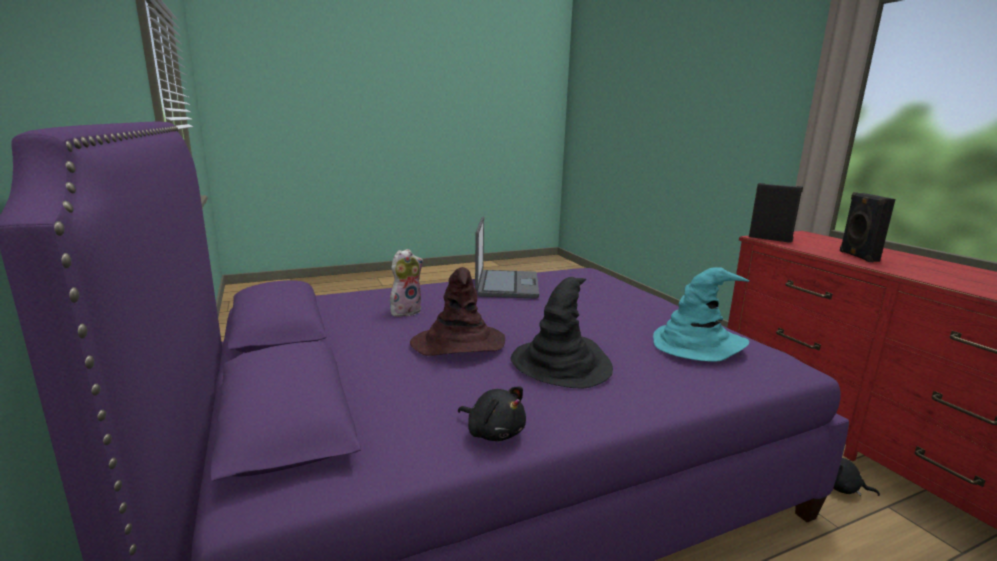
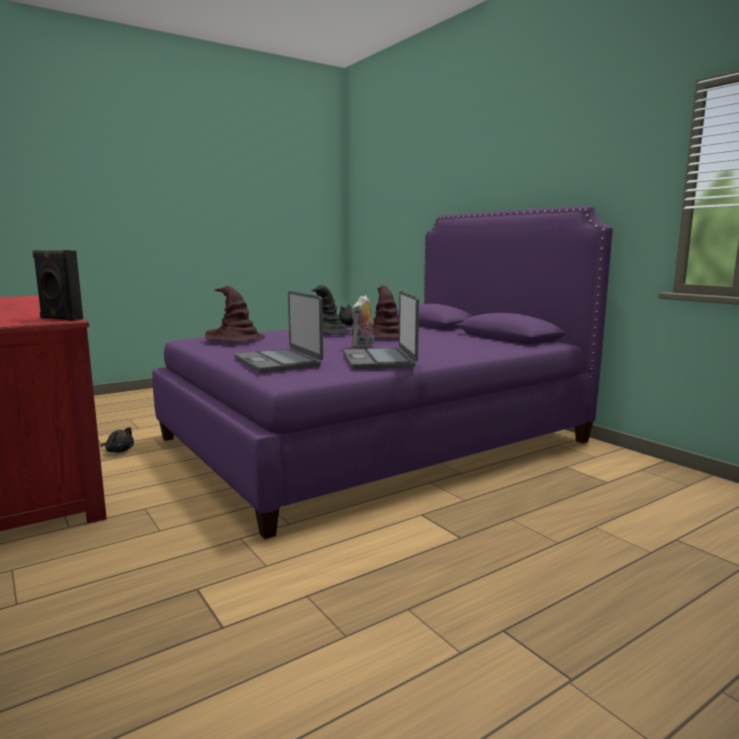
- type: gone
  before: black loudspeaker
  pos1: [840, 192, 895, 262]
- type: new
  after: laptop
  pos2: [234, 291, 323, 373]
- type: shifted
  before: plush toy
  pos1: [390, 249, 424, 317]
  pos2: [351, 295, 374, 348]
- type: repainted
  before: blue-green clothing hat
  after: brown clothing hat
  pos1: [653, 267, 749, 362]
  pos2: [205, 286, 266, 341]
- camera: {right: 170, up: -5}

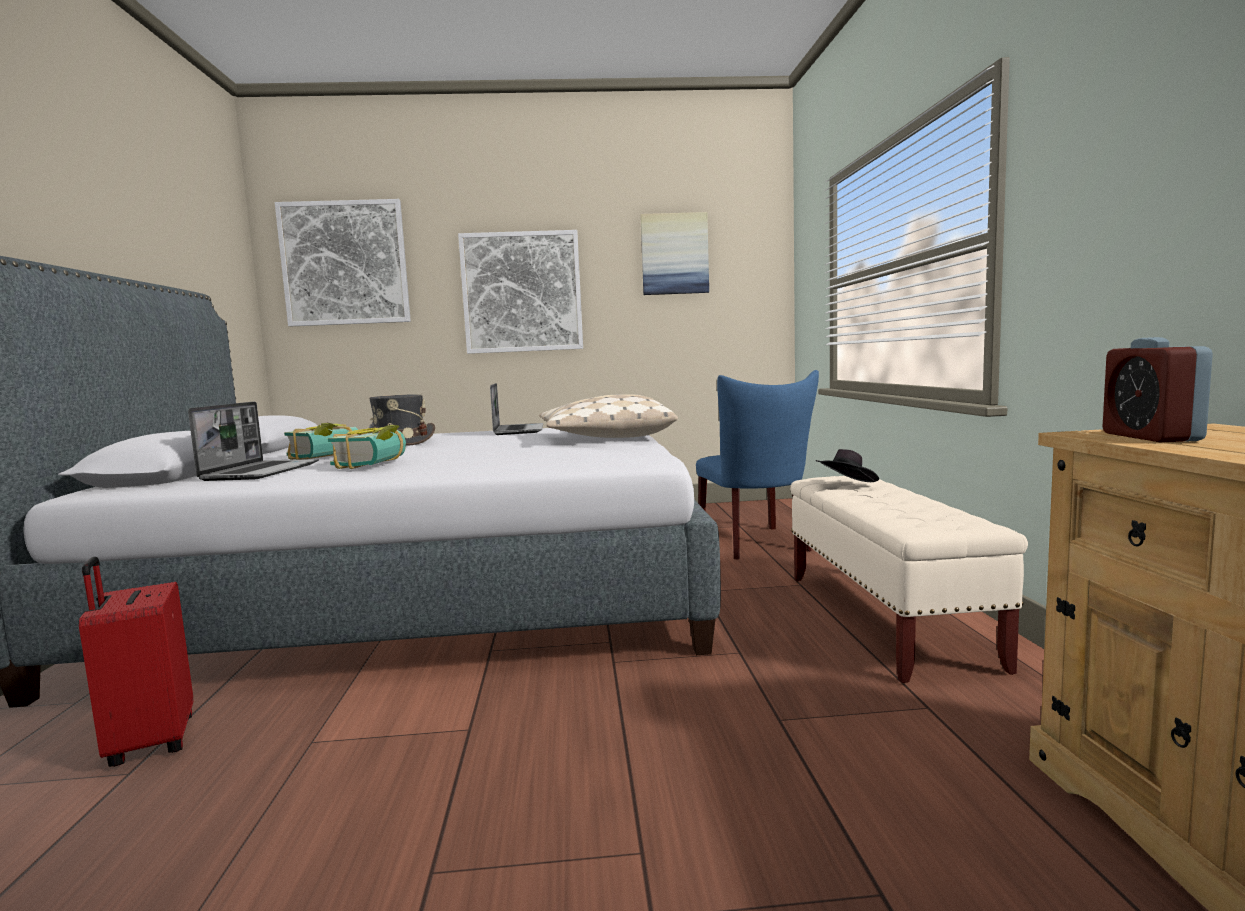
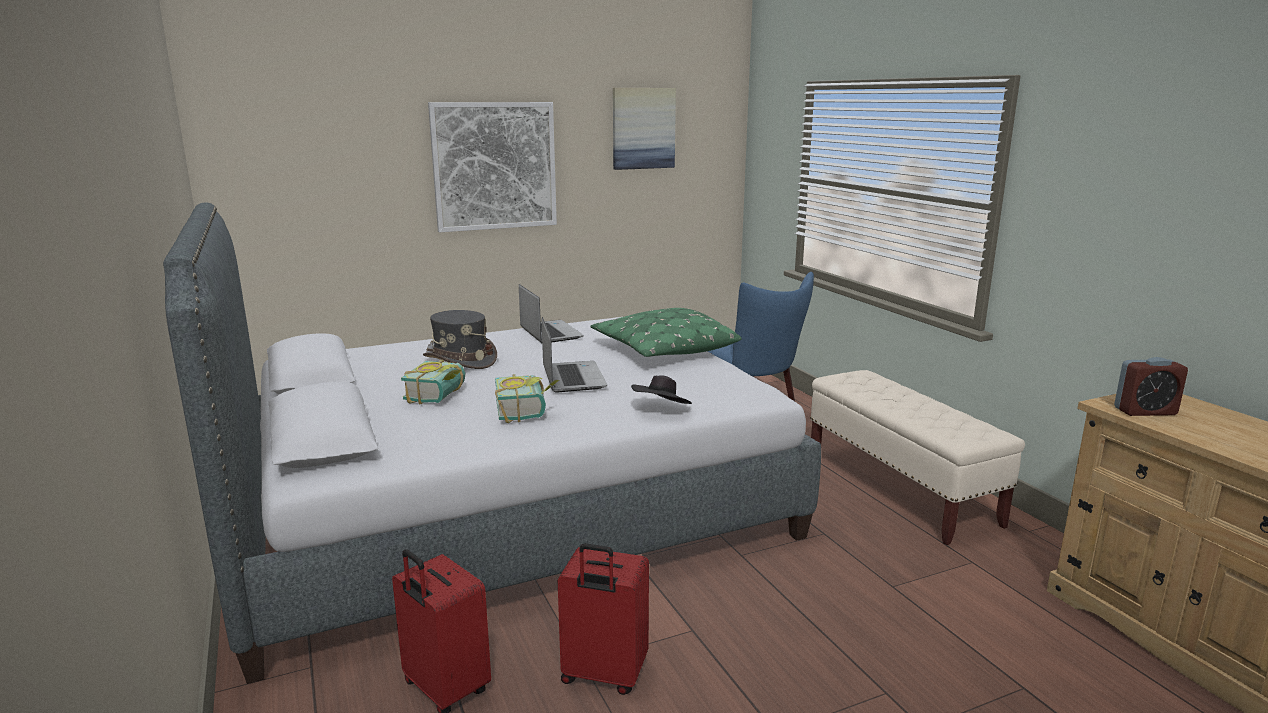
- type: gone
  before: wall picture
  pos1: [275, 199, 411, 326]
- type: new
  after: red suitcase
  pos2: [558, 543, 649, 695]
- type: shifted
  before: laptop
  pos1: [188, 402, 319, 481]
  pos2: [542, 317, 607, 393]
- type: shifted
  before: black clothing hat
  pos1: [815, 449, 879, 482]
  pos2: [631, 375, 692, 404]
- type: repainted
  before: beige throw pillow
  after: green throw pillow
  pos1: [539, 394, 678, 438]
  pos2: [590, 308, 741, 357]
- type: rotated
  before: bedside clock
  pos1: [1103, 337, 1213, 442]
  pos2: [1114, 357, 1188, 416]
  turn: -75
- camera: {right: -20, up: 10}

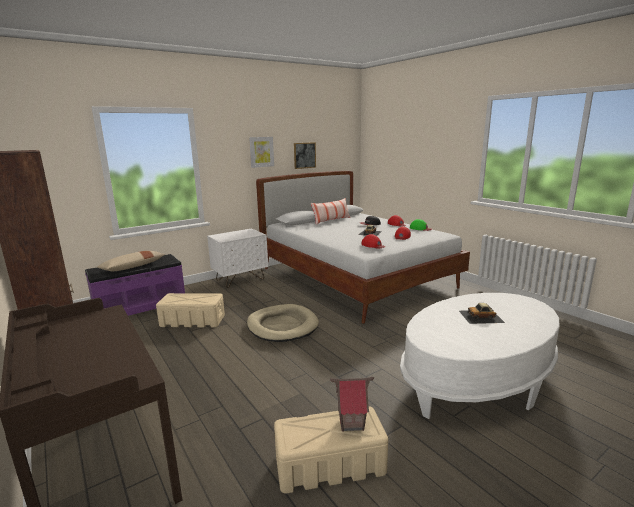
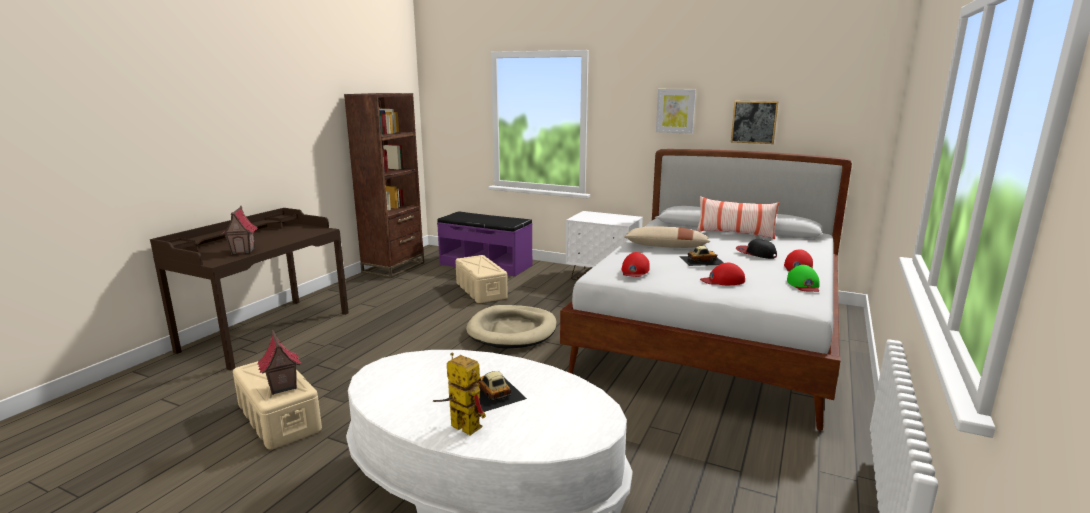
- type: new
  after: model house
  pos2: [222, 206, 258, 254]
- type: new
  after: toy robot
  pos2: [433, 352, 486, 435]
- type: shifted
  before: beige throw pillow
  pos1: [97, 251, 165, 271]
  pos2: [624, 226, 710, 248]
- camera: {right: 60, up: 0}

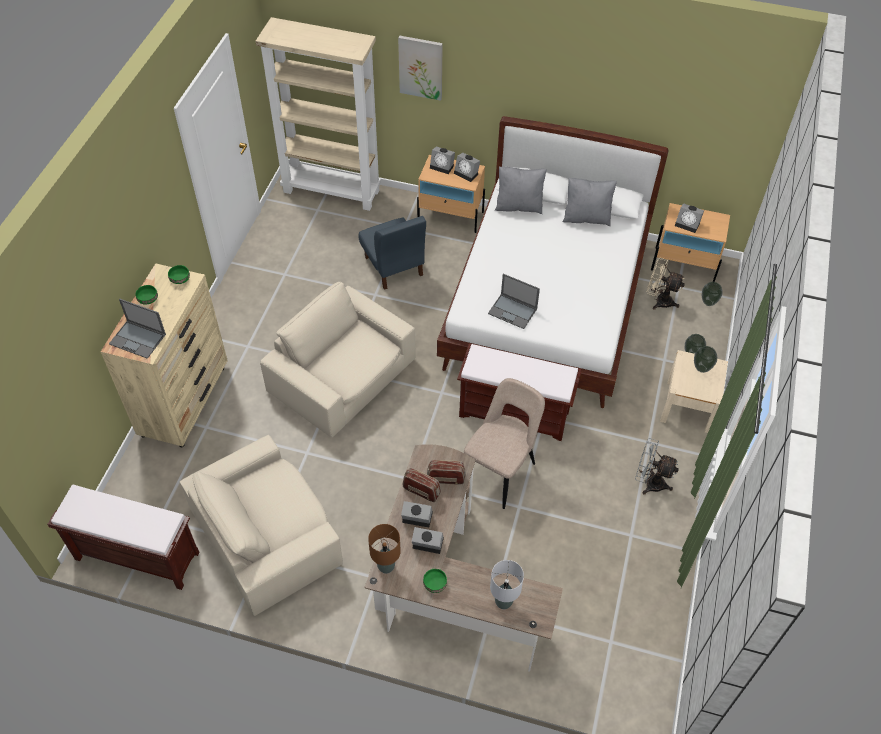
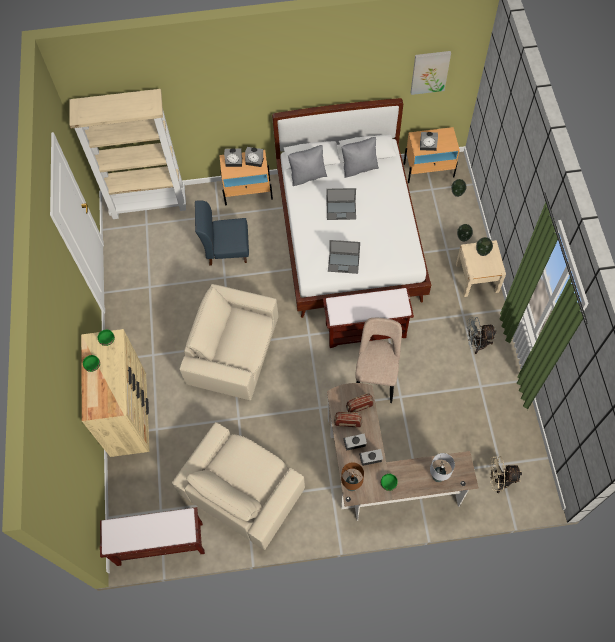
- type: shifted
  before: laptop
  pos1: [109, 299, 166, 359]
  pos2: [326, 188, 356, 220]
- type: shifted
  before: wall picture
  pos1: [398, 35, 443, 101]
  pos2: [411, 51, 451, 95]
- type: shifted
  before: beige fan
  pos1: [647, 258, 685, 310]
  pos2: [489, 456, 522, 493]
- type: rotated
  before: bluish chair
  pos1: [359, 216, 426, 290]
  pos2: [195, 200, 249, 266]
  turn: 135
- camera: {right: -20, up: 10}

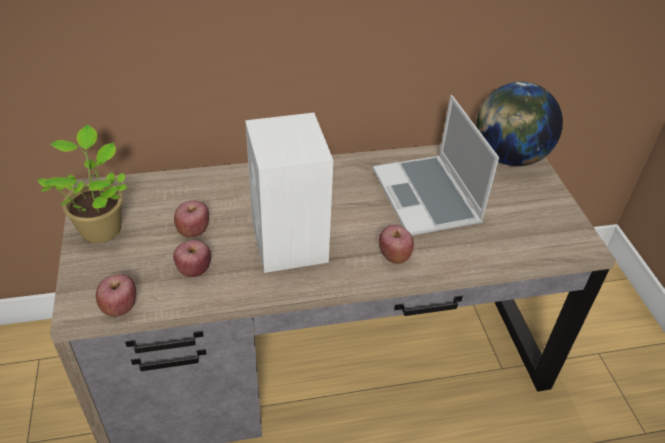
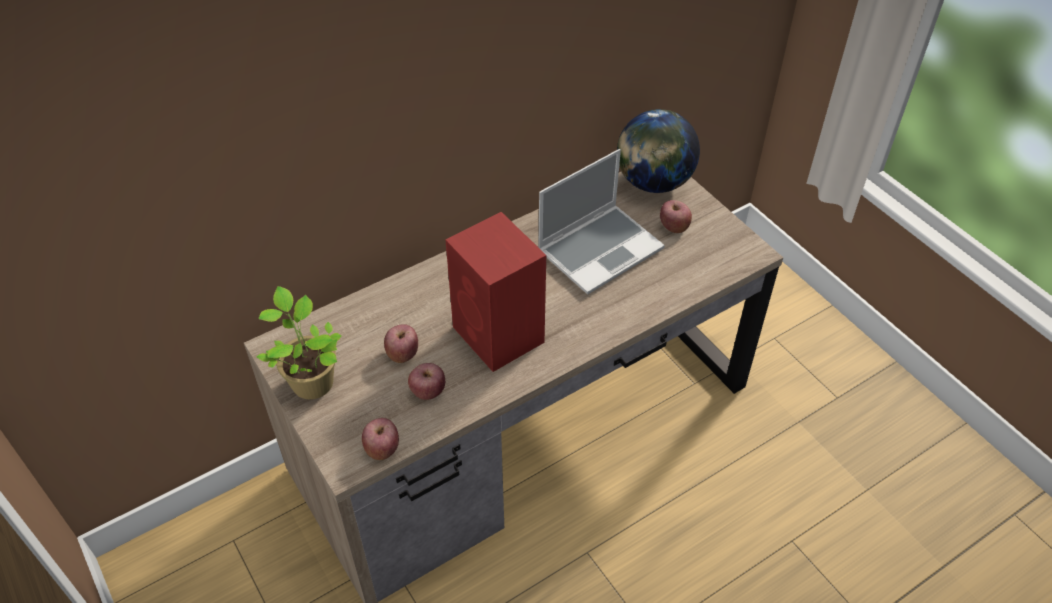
- type: shifted
  before: apple fruit
  pos1: [379, 225, 414, 264]
  pos2: [660, 200, 692, 233]
- type: repainted
  before: white loudspeaker
  after: red loudspeaker
  pos1: [245, 113, 333, 273]
  pos2: [446, 212, 546, 372]
- type: rotated
  before: laptop
  pos1: [373, 95, 499, 236]
  pos2: [538, 149, 665, 295]
  turn: -90
- camera: {right: -20, up: 5}

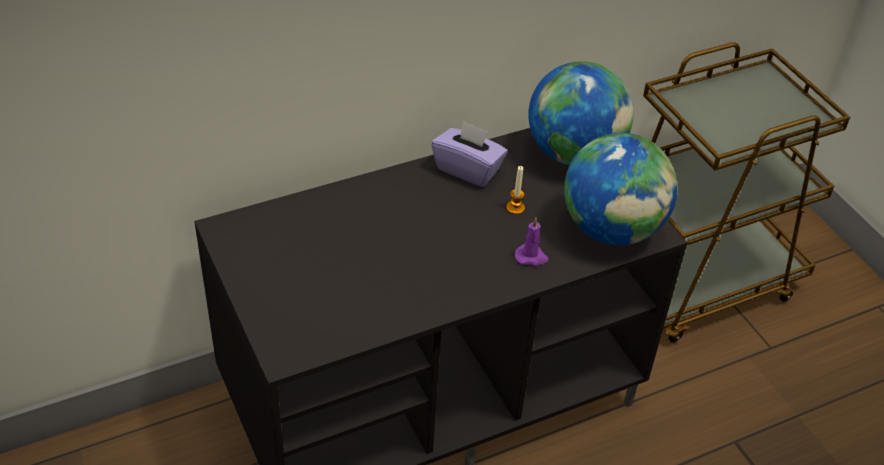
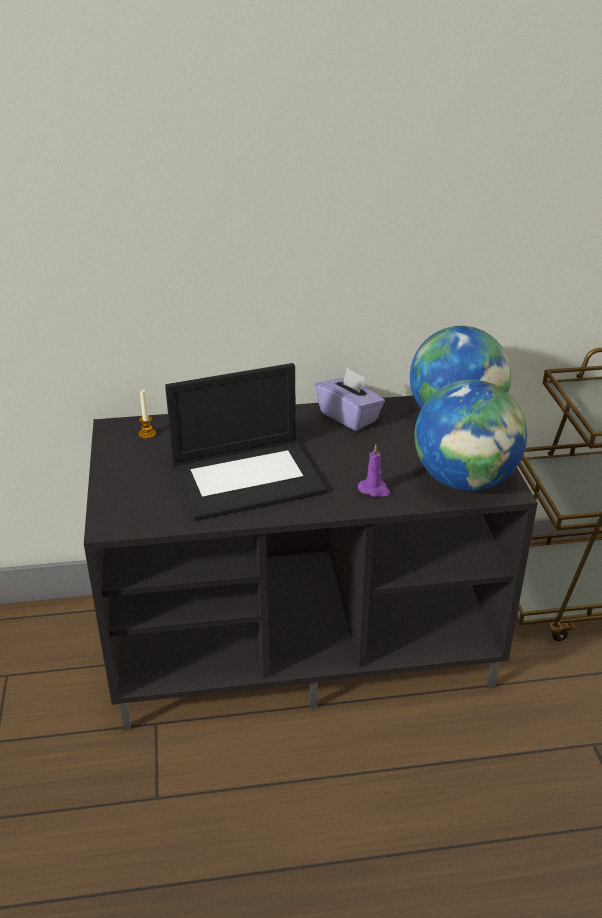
- type: new
  after: laptop
  pos2: [165, 363, 326, 521]
- type: shifted
  before: wax candle
  pos1: [506, 166, 525, 214]
  pos2: [139, 389, 156, 439]
- camera: {right: 20, up: -10}

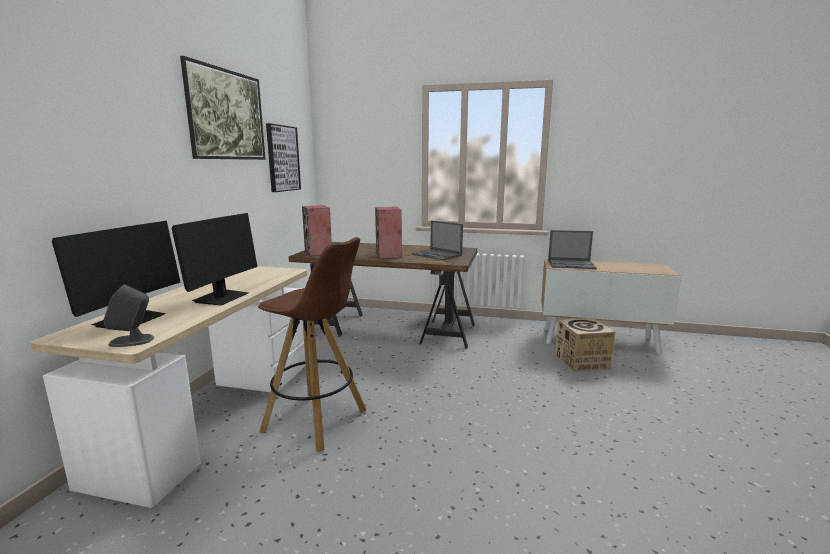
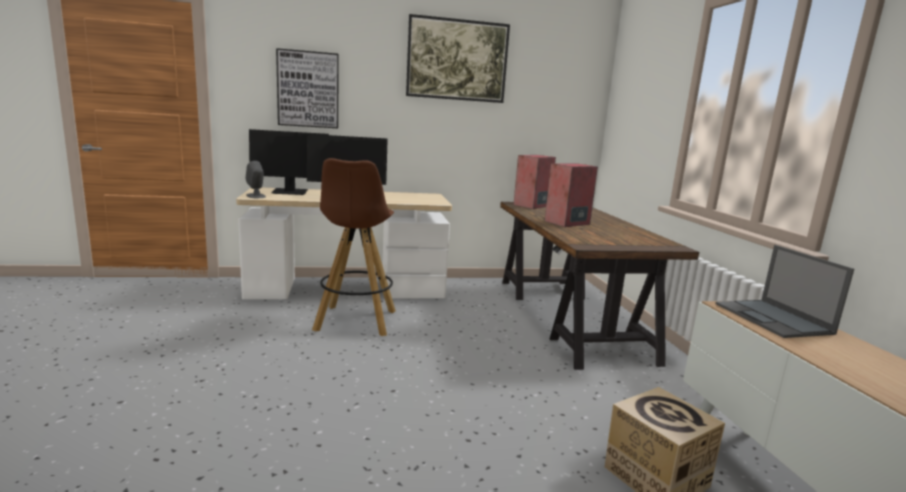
- type: gone
  before: laptop
  pos1: [412, 221, 463, 260]
- type: shifted
  before: wall picture
  pos1: [266, 123, 301, 192]
  pos2: [276, 48, 339, 128]
- camera: {right: 65, up: 0}

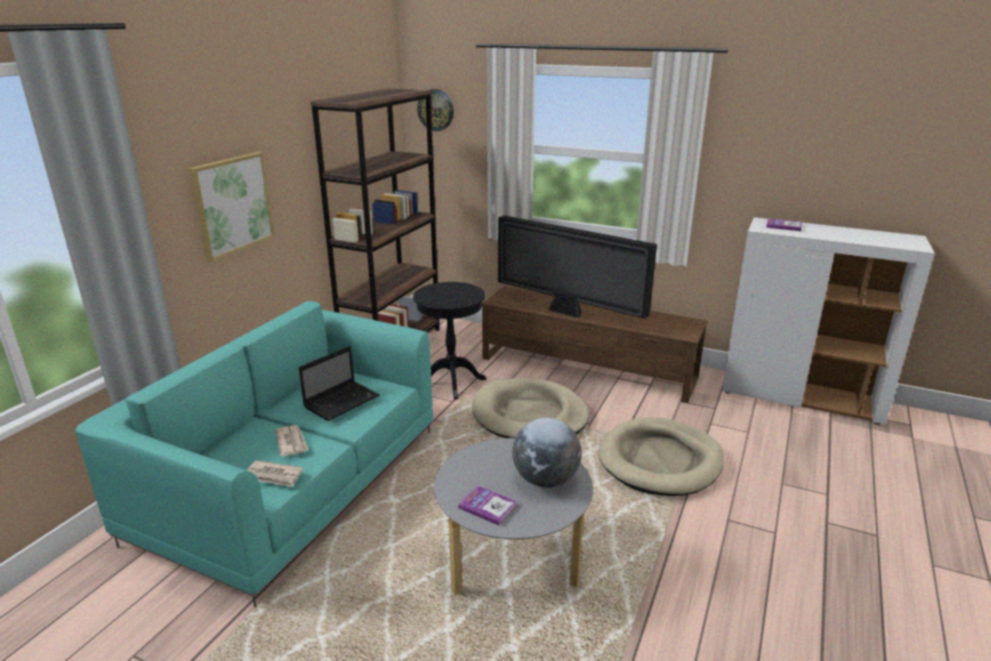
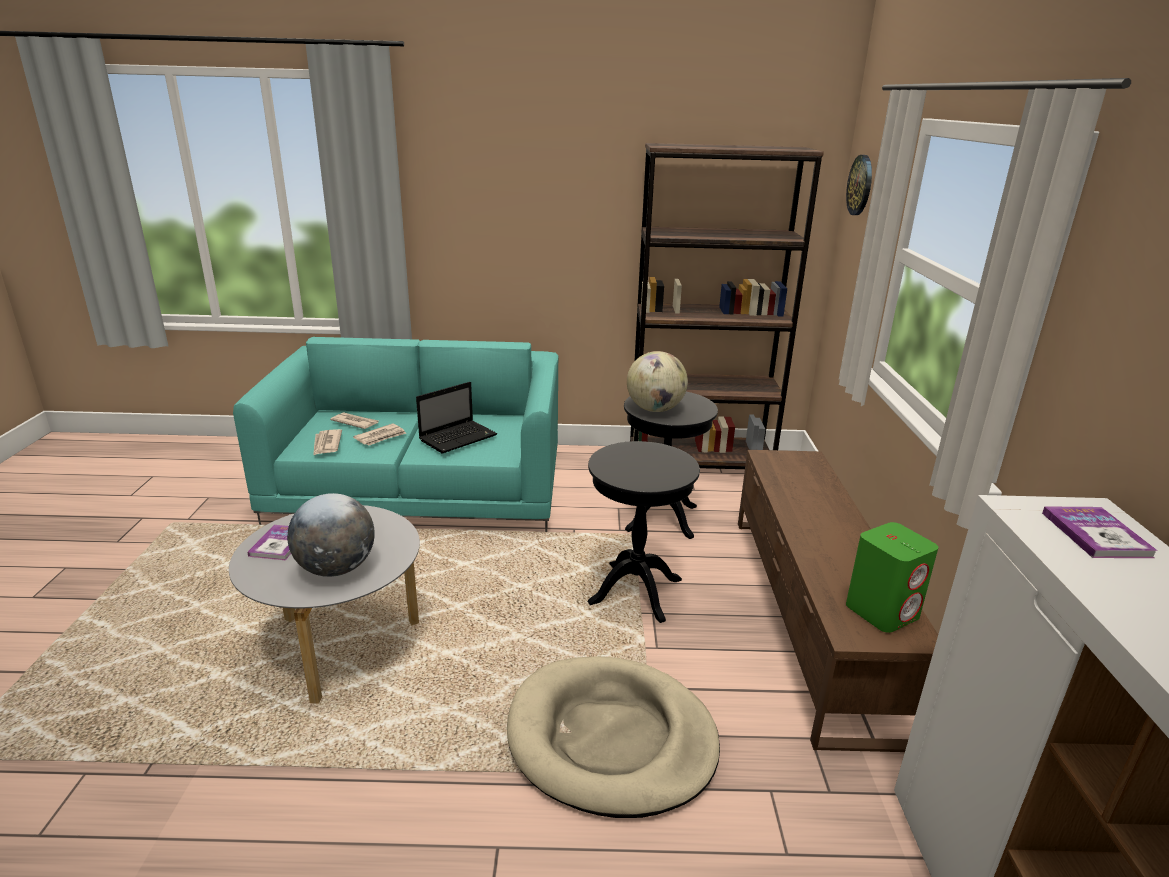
- type: gone
  before: wall picture
  pos1: [189, 152, 275, 262]
- type: gone
  before: television
  pos1: [498, 215, 657, 319]
- type: new
  after: newspaper
  pos2: [330, 412, 379, 429]
- type: new
  after: globe
  pos2: [627, 351, 688, 412]
- type: new
  after: green loudspeaker
  pos2: [846, 522, 938, 633]
- type: swapped
  before: beige pet bed
  after: black accent table
  pos1: [472, 378, 589, 438]
  pos2: [588, 441, 700, 623]
- type: rotated
  before: laptop
  pos1: [299, 346, 380, 421]
  pos2: [416, 382, 497, 454]
  turn: -60
- camera: {right: 65, up: 0}

